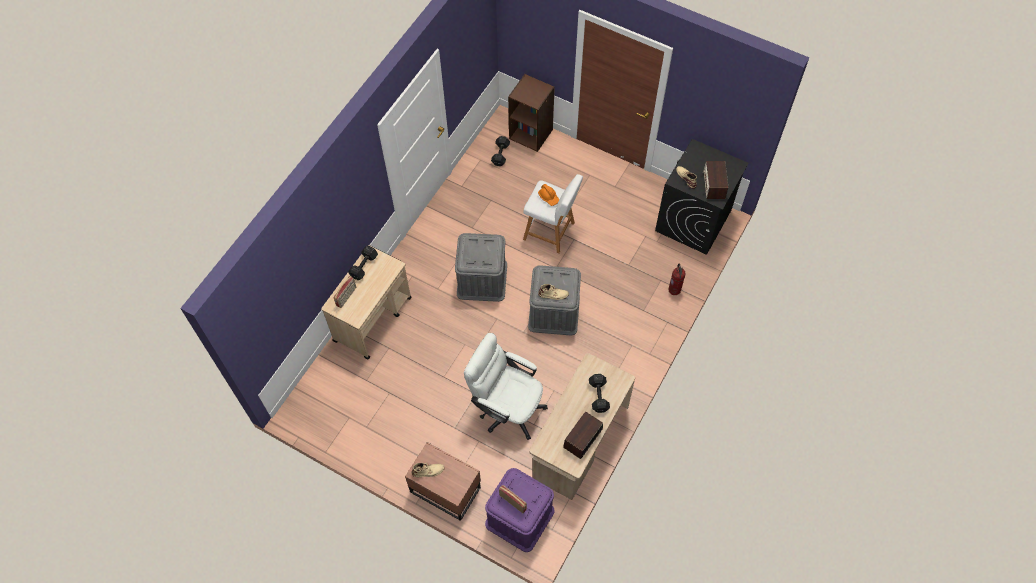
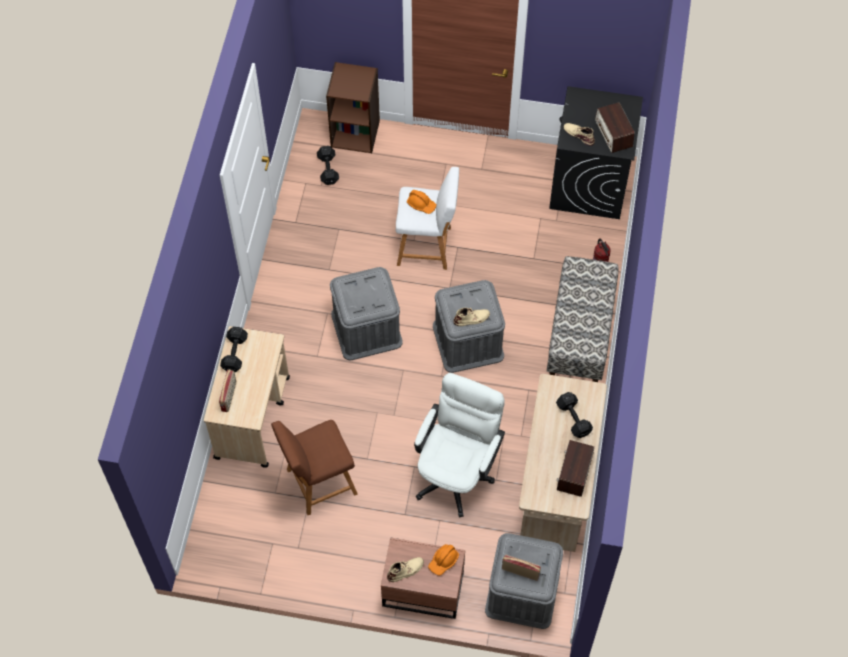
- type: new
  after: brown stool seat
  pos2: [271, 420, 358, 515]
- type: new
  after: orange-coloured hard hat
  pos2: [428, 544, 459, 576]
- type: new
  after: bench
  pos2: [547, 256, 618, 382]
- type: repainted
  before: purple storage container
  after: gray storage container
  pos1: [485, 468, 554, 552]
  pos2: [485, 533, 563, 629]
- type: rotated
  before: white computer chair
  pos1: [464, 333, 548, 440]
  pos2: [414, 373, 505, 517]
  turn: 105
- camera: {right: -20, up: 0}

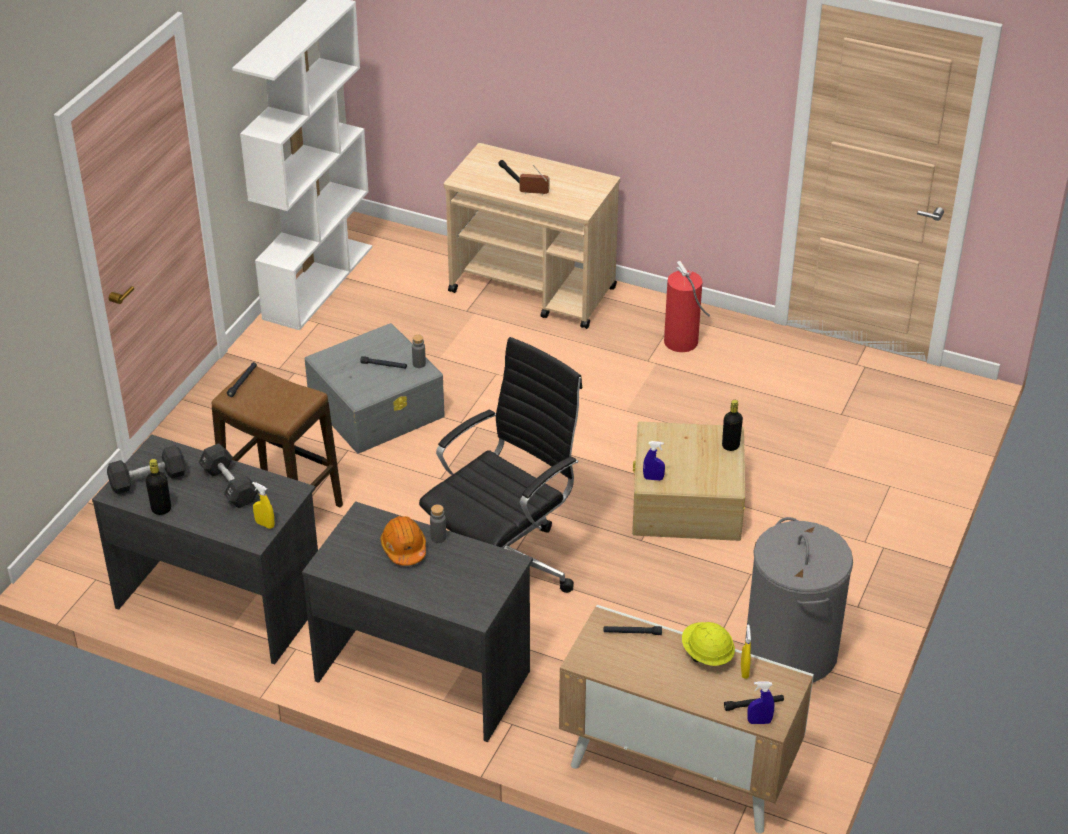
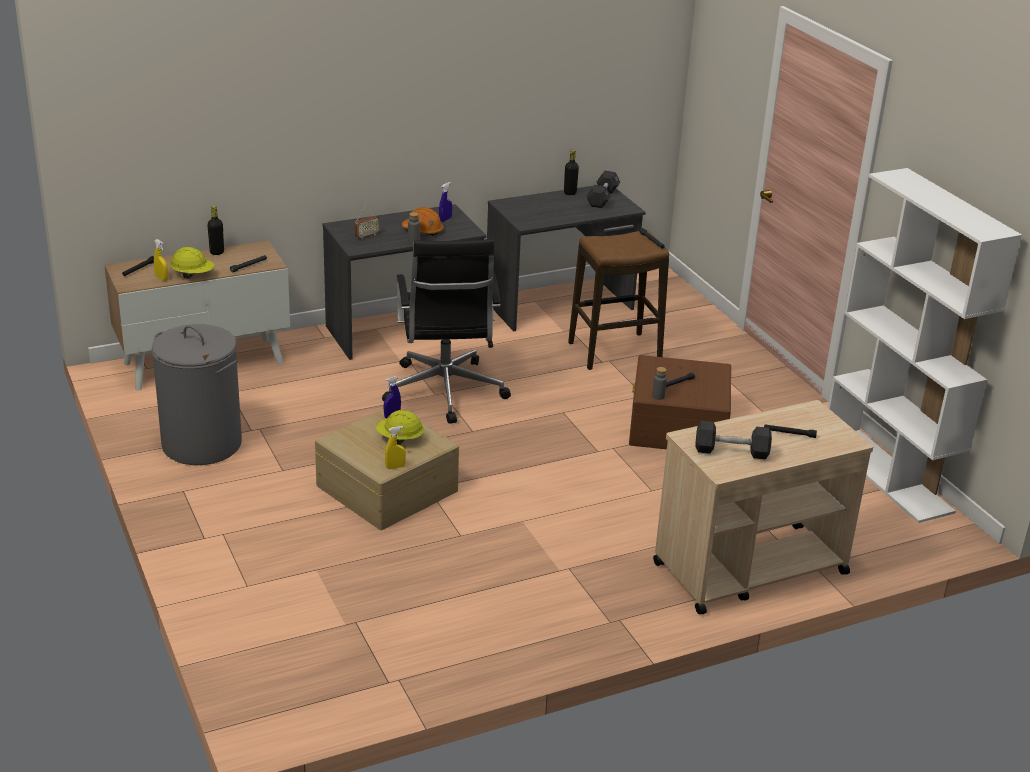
- type: gone
  before: fire extinguisher
  pos1: [664, 261, 710, 352]
- type: new
  after: yellowish hard hat
  pos2: [376, 410, 424, 445]
- type: shifted
  before: black free weight
  pos1: [199, 443, 258, 508]
  pos2: [695, 421, 772, 459]
- type: shifted
  before: yellowish spray bottle
  pos1: [252, 482, 274, 529]
  pos2: [385, 426, 406, 469]
- type: shifted
  before: radio set
  pos1: [519, 165, 549, 196]
  pos2: [355, 205, 380, 239]
- type: shifted
  before: black beverage bottle
  pos1: [722, 400, 743, 451]
  pos2: [207, 206, 224, 255]
- type: shifted
  before: bluish spray bottle
  pos1: [747, 681, 774, 724]
  pos2: [439, 182, 452, 222]
- type: repainted
  before: gray storage container
  after: brown storage container
  pos1: [304, 323, 445, 453]
  pos2: [629, 355, 731, 449]
- camera: {right: 130, up: -10}

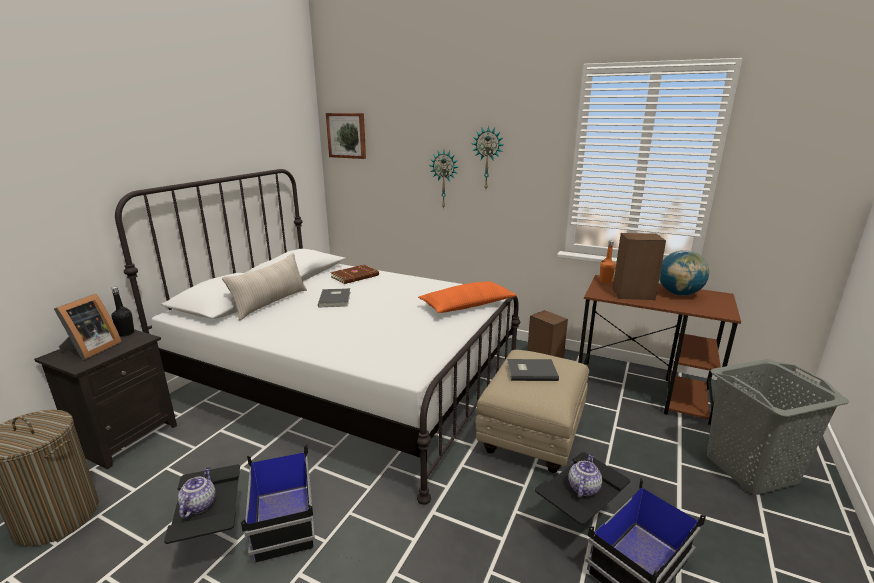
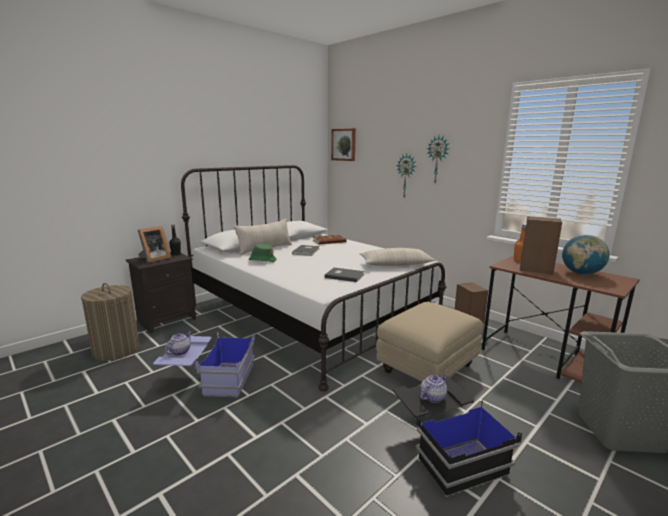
- type: new
  after: green clothing hat
  pos2: [248, 244, 276, 262]
- type: shifted
  before: gray volume
  pos1: [507, 359, 559, 381]
  pos2: [325, 268, 364, 282]
- type: repainted
  before: black storage container
  after: bluish storage container
  pos1: [164, 444, 315, 564]
  pos2: [153, 332, 255, 397]
- type: repainted
  before: orange-coloured throw pillow
  after: beige throw pillow
  pos1: [418, 281, 517, 313]
  pos2: [360, 248, 436, 266]
- camera: {right: 20, up: -5}

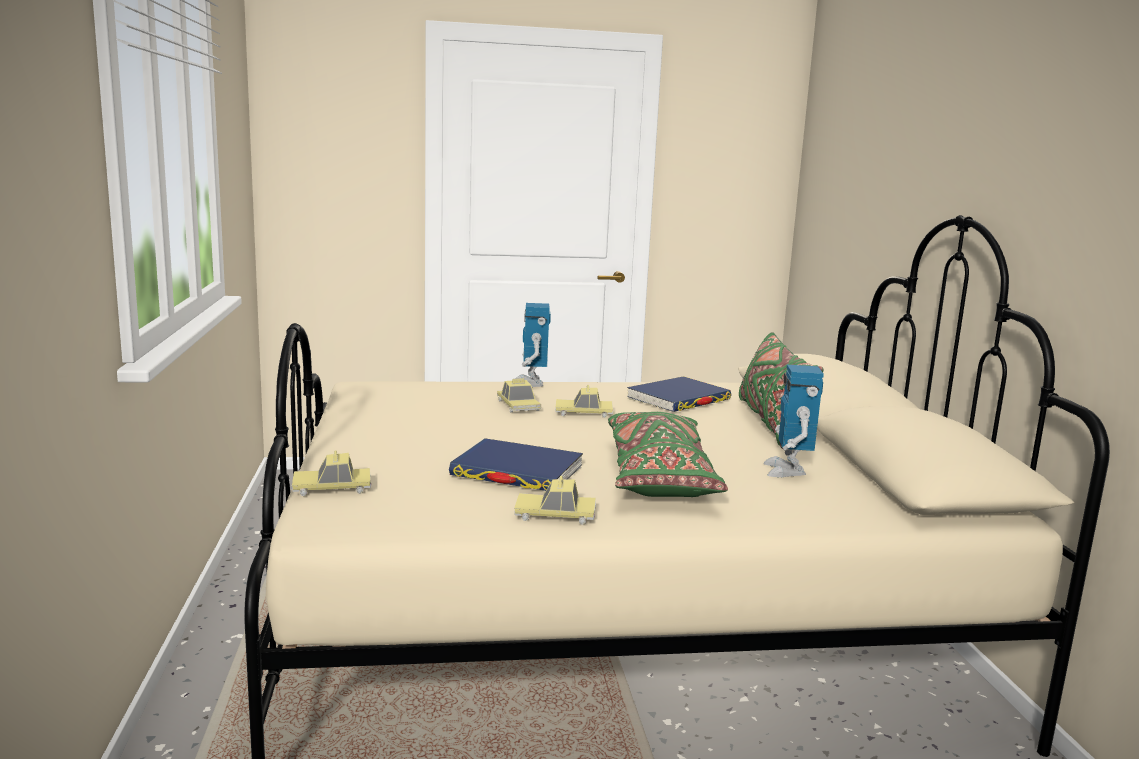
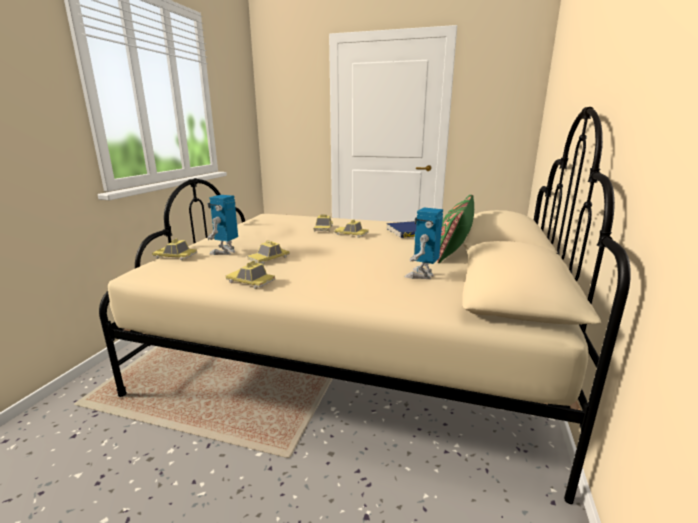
- type: gone
  before: green throw pillow
  pos1: [608, 412, 728, 497]
- type: shifted
  before: toy robot
  pos1: [515, 303, 551, 387]
  pos2: [207, 195, 238, 255]
- type: swapped
  before: bluish volume
  after: toy car
  pos1: [449, 438, 583, 491]
  pos2: [247, 240, 290, 265]
- camera: {right: 25, up: 5}

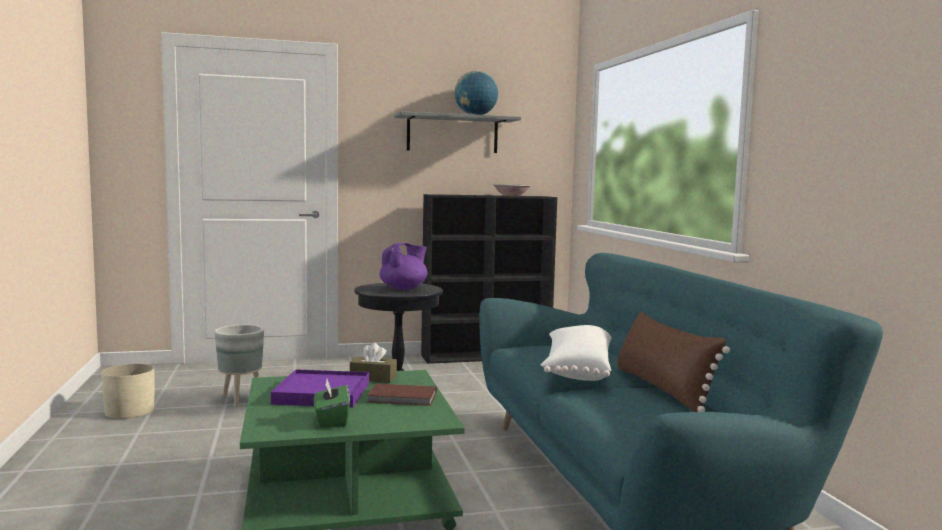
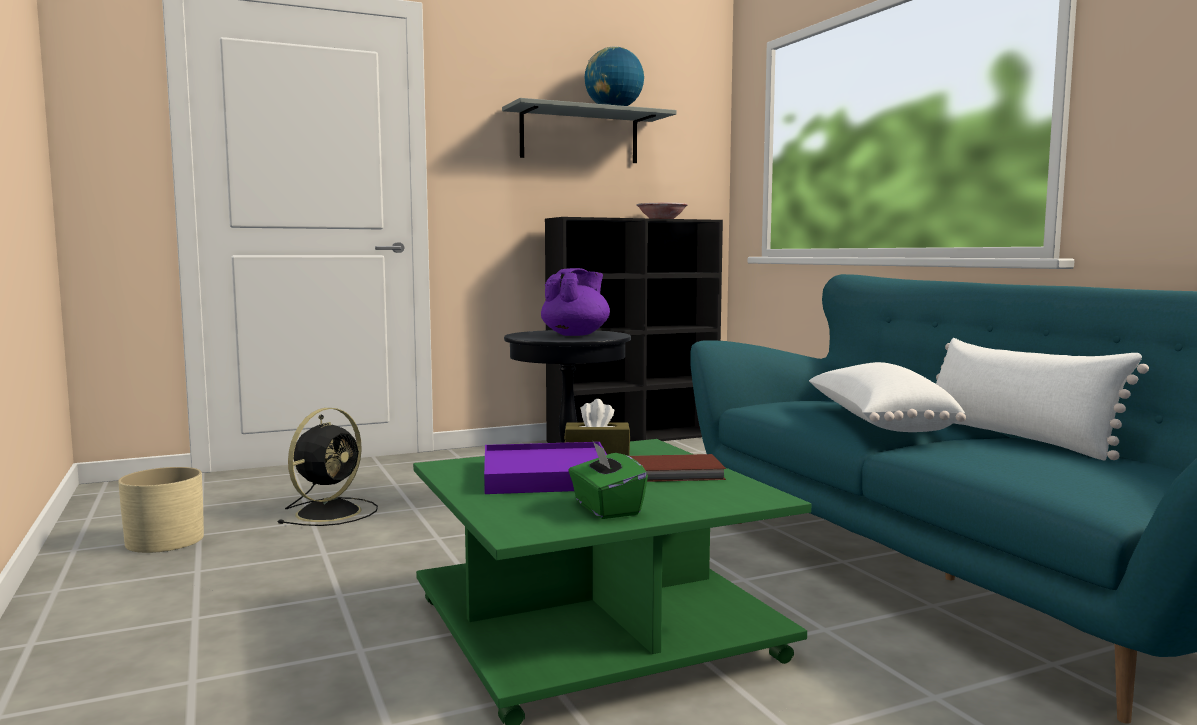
- type: swapped
  before: gray plant pot
  after: black fan
  pos1: [214, 325, 264, 406]
  pos2: [277, 408, 378, 526]
- type: repainted
  before: brown throw pillow
  after: white throw pillow
  pos1: [617, 311, 730, 412]
  pos2: [936, 338, 1149, 461]
- camera: {right: -10, up: 0}

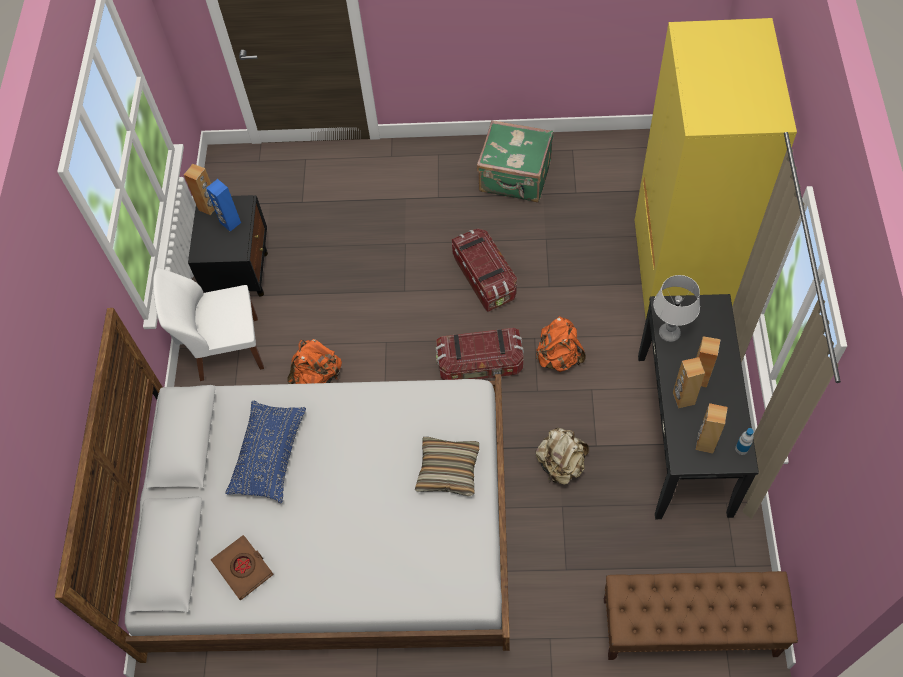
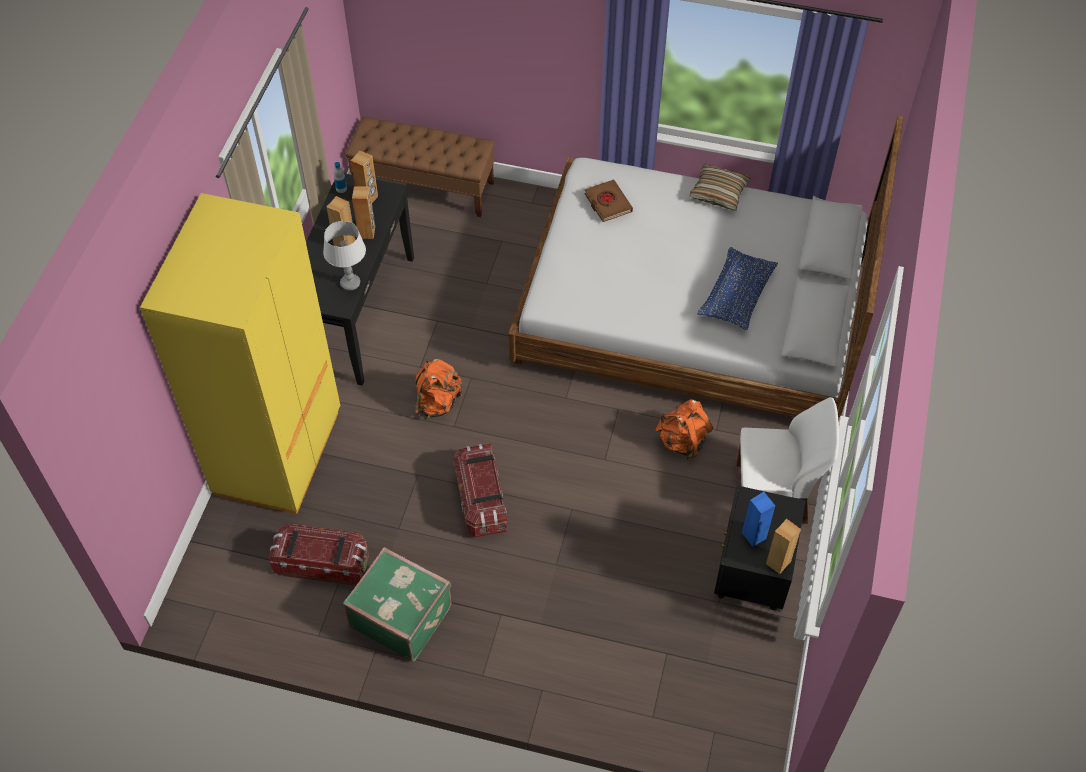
- type: gone
  before: beige rucksack
  pos1: [536, 428, 589, 485]
- type: shifted
  before: brown volume
  pos1: [211, 535, 274, 600]
  pos2: [585, 180, 633, 222]
- type: shifted
  before: throw pillow
  pos1: [415, 437, 479, 496]
  pos2: [689, 164, 750, 211]
- type: shifted
  before: storage container
  pos1: [436, 328, 524, 380]
  pos2: [269, 523, 369, 586]
- camera: {right: -170, up: -5}

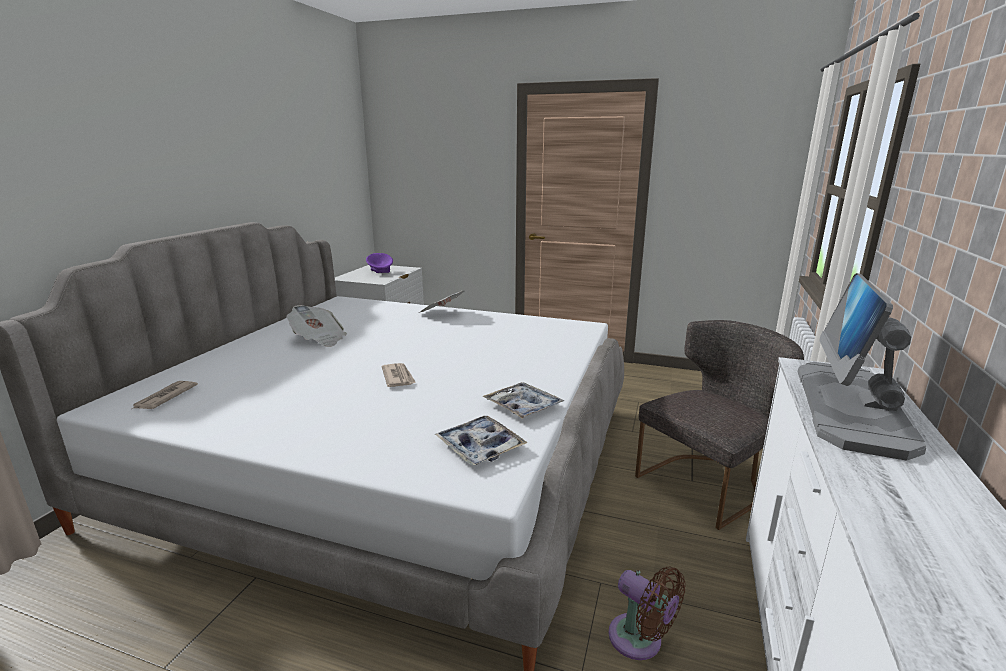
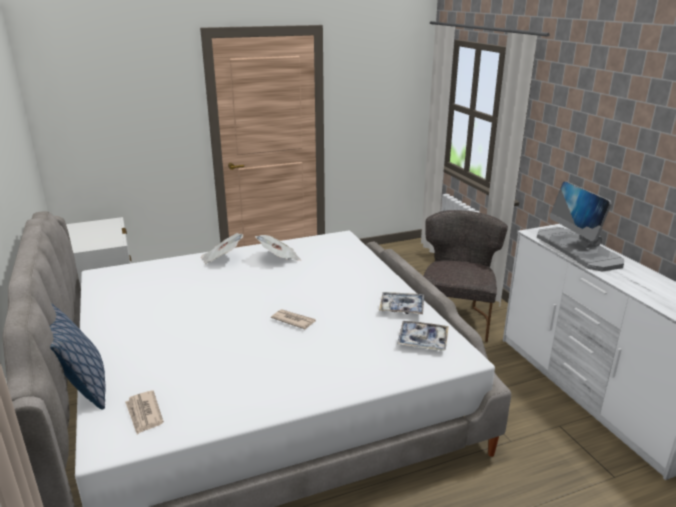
- type: gone
  before: purple deep dish
  pos1: [366, 253, 393, 273]
- type: gone
  before: brown fan
  pos1: [609, 567, 686, 660]
- type: new
  after: throw pillow
  pos2: [50, 304, 106, 410]
- type: shifted
  before: newspaper
  pos1: [286, 305, 347, 347]
  pos2: [255, 235, 301, 261]
- camera: {right: -40, up: 5}

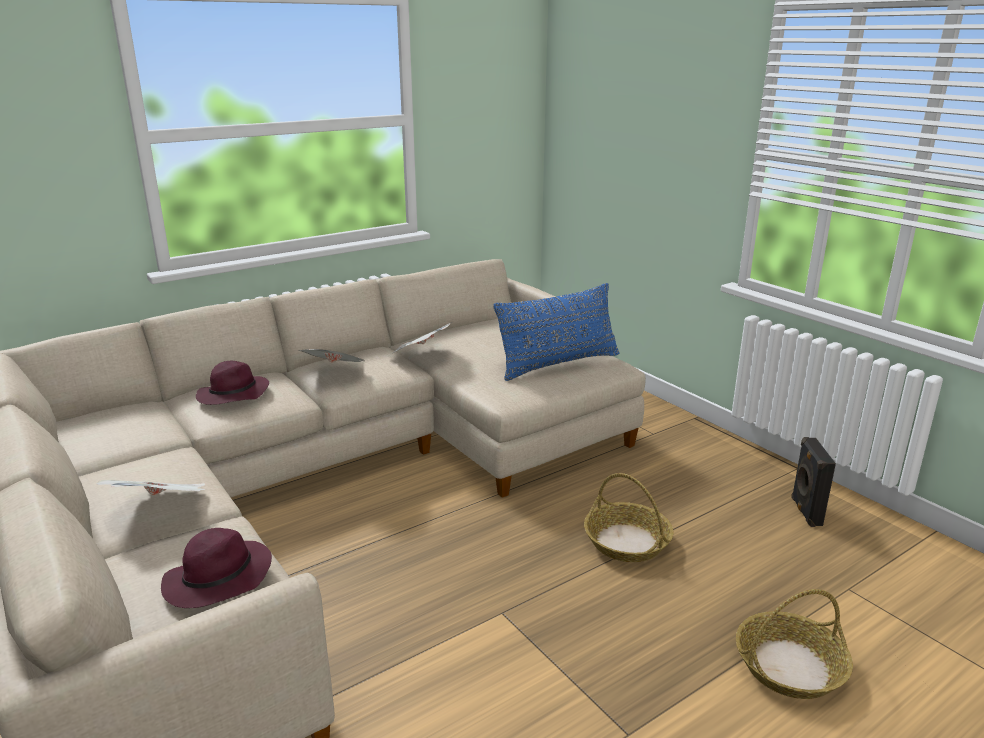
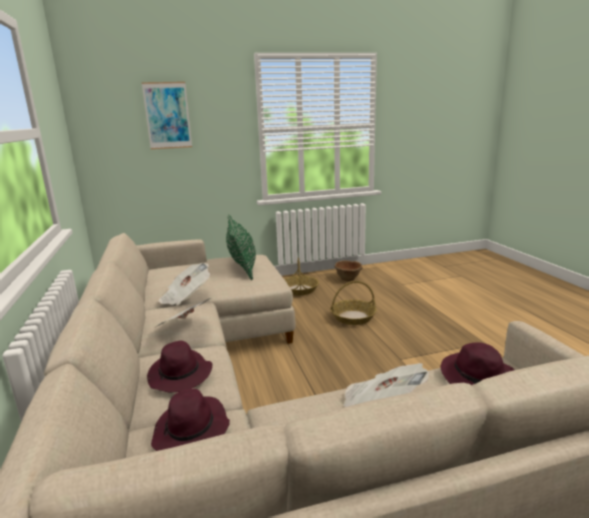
- type: new
  after: wall picture
  pos2: [142, 82, 192, 149]
- type: new
  after: purple clothing hat
  pos2: [151, 388, 230, 451]
- type: shifted
  before: storage basket
  pos1: [736, 589, 853, 699]
  pos2: [284, 257, 319, 296]
- type: swapped
  before: black loudspeaker
  after: brown deep dish
  pos1: [791, 437, 836, 527]
  pos2: [334, 261, 363, 281]
- type: repainted
  before: bluish throw pillow
  after: green throw pillow
  pos1: [493, 283, 620, 381]
  pos2: [226, 214, 256, 280]
- camera: {right: -70, up: -5}

